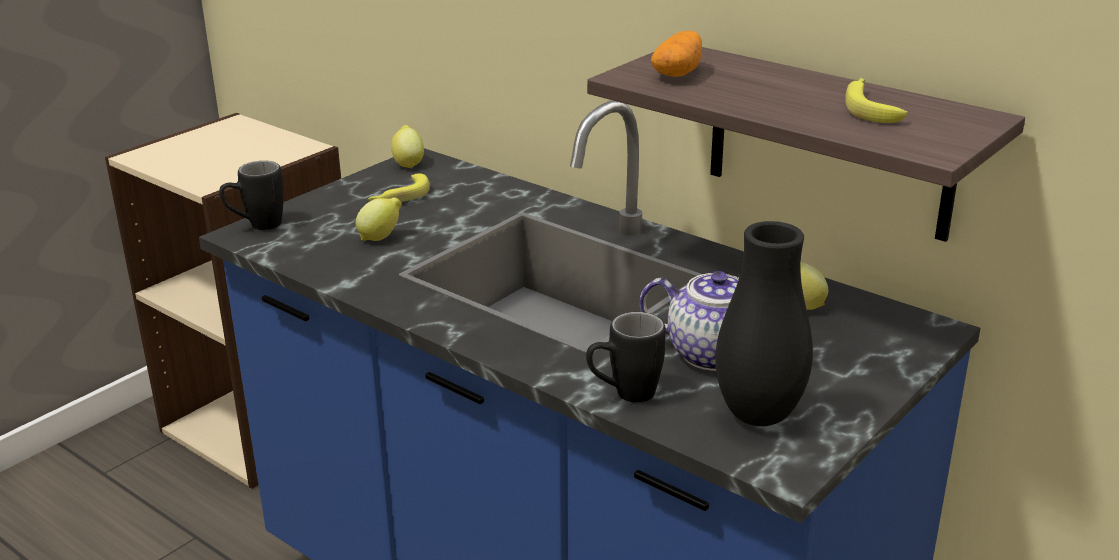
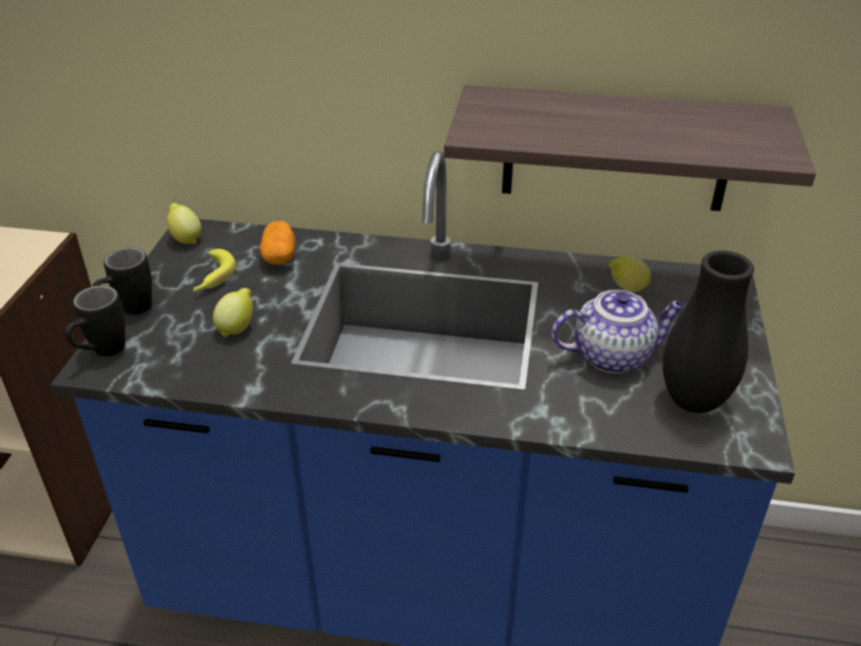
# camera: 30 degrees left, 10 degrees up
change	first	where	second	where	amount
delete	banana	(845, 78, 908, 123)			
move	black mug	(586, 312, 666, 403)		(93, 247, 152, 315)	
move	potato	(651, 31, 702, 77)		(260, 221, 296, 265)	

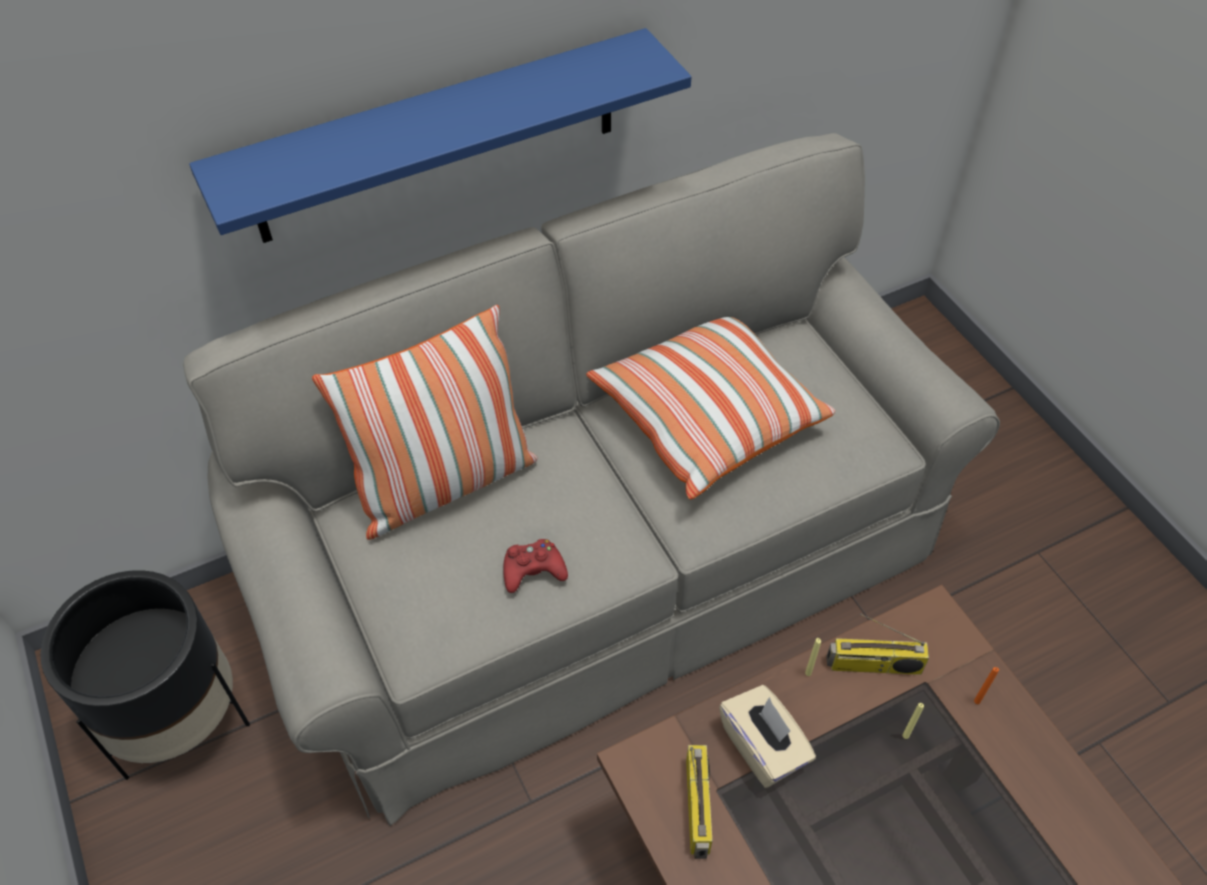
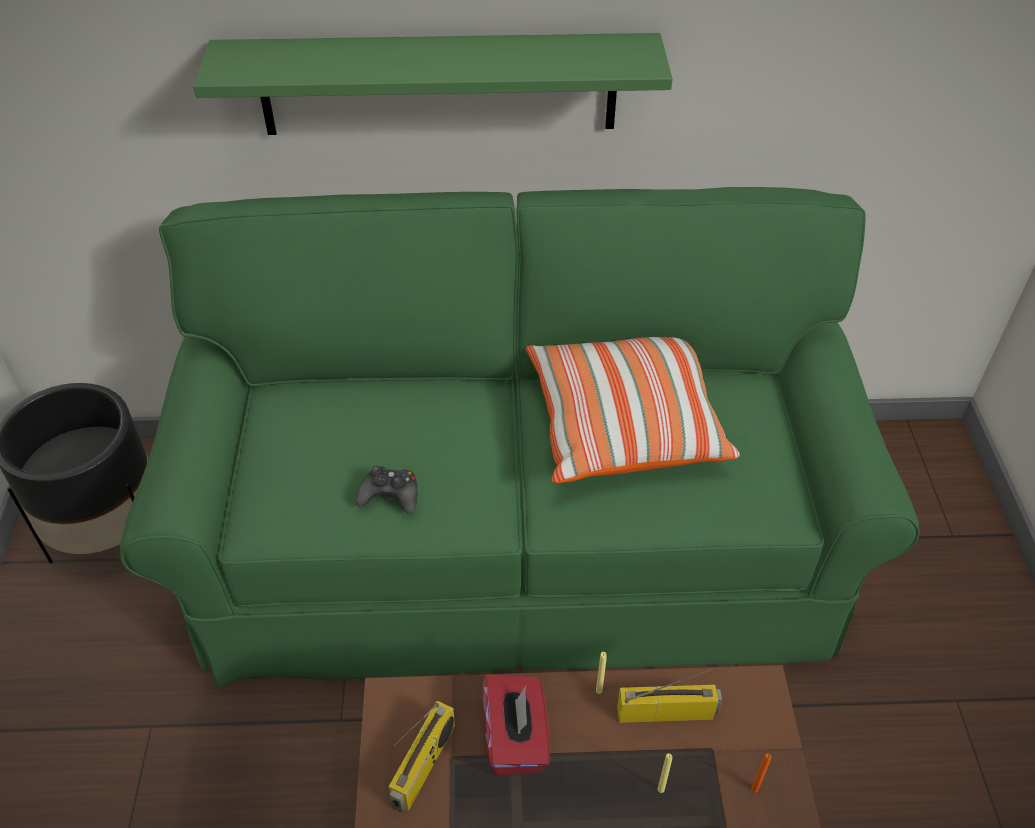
# camera: 25 degrees right, 5 degrees down
change	first	where	second	where	amount
delete	pillow	(312, 305, 538, 540)			
recolor	grey sofa	(183, 133, 1000, 826)	green sofa	(120, 187, 920, 687)	
recolor	blue shelf	(189, 28, 691, 243)	green shelf	(193, 33, 673, 135)	
recolor	red game controller	(503, 539, 568, 593)	black game controller	(356, 466, 417, 514)	
recolor	beige tissue box	(719, 685, 816, 788)	red tissue box	(483, 675, 550, 776)	
rotate	radio	(826, 613, 929, 675)		(617, 669, 722, 723)	150 degrees clockwise

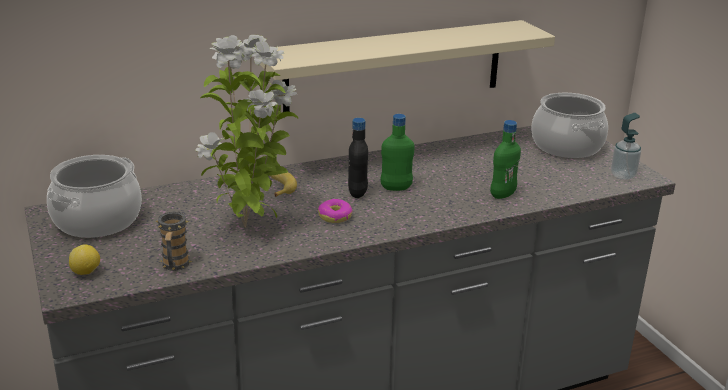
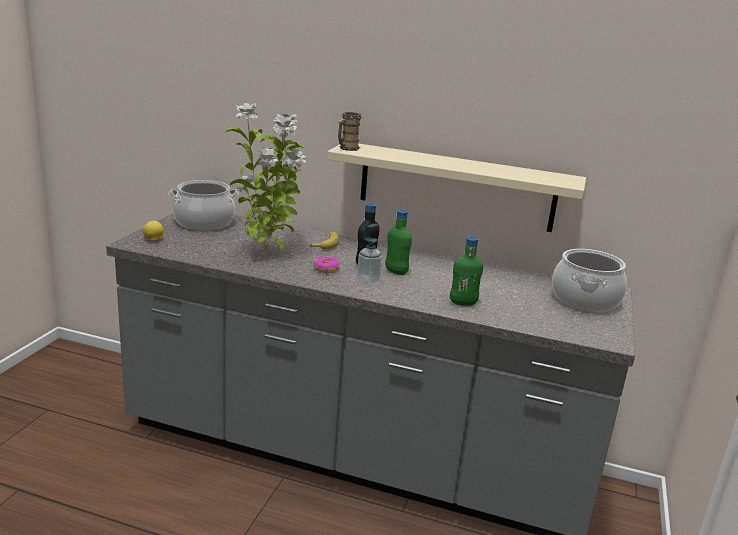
# camera: 40 degrees right, 5 degrees down
change	first	where	second	where	amount
move	mug	(155, 212, 192, 271)		(338, 112, 363, 151)	
move	soap dispenser	(611, 113, 641, 180)		(357, 224, 382, 283)	

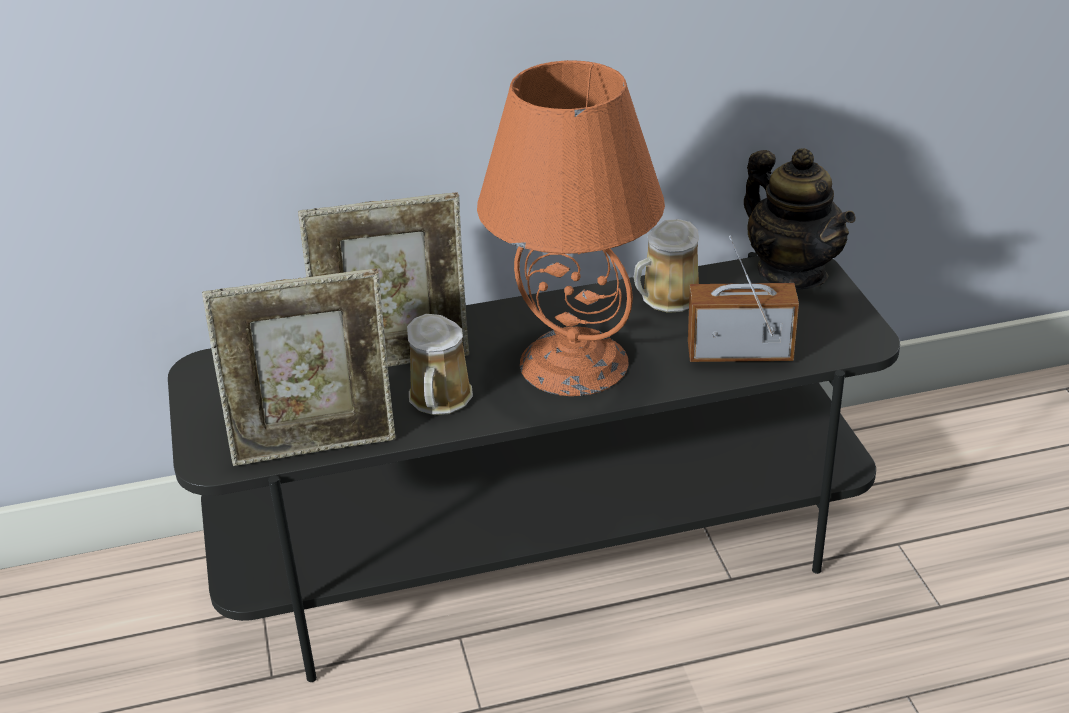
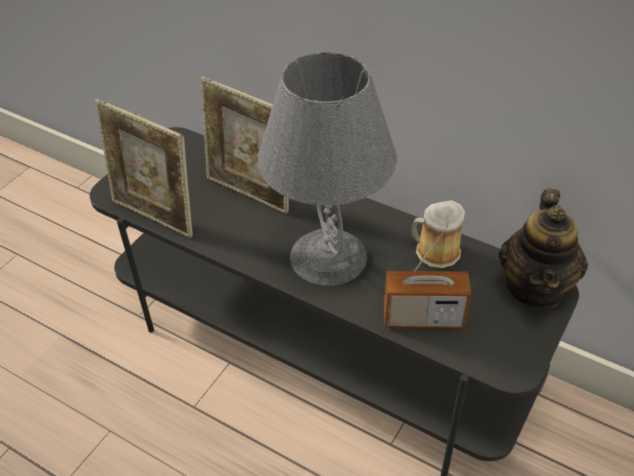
# camera: 45 degrees right, 10 degrees up
change	first	where	second	where	amount
delete	mug	(407, 314, 473, 415)			
recolor	orange table lamp	(477, 60, 665, 396)	grey table lamp	(257, 52, 397, 286)	
rotate	radio	(688, 236, 799, 362)		(384, 224, 471, 328)	135 degrees clockwise

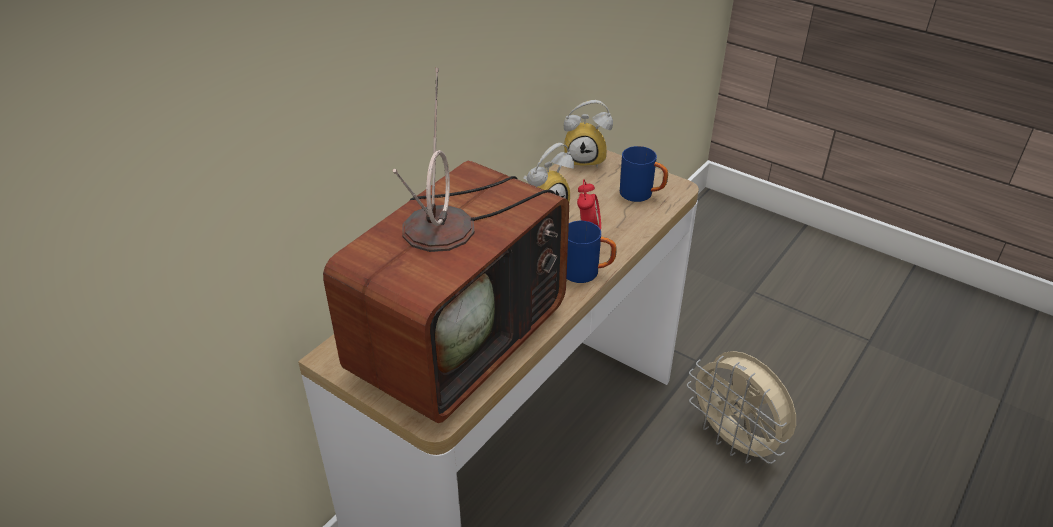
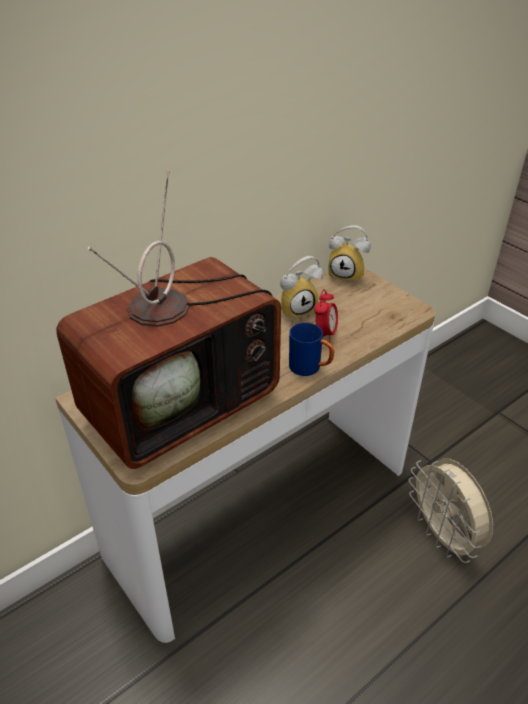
# camera: 15 degrees right, 0 degrees up
change	first	where	second	where	amount
delete	blue mug	(620, 146, 668, 202)			

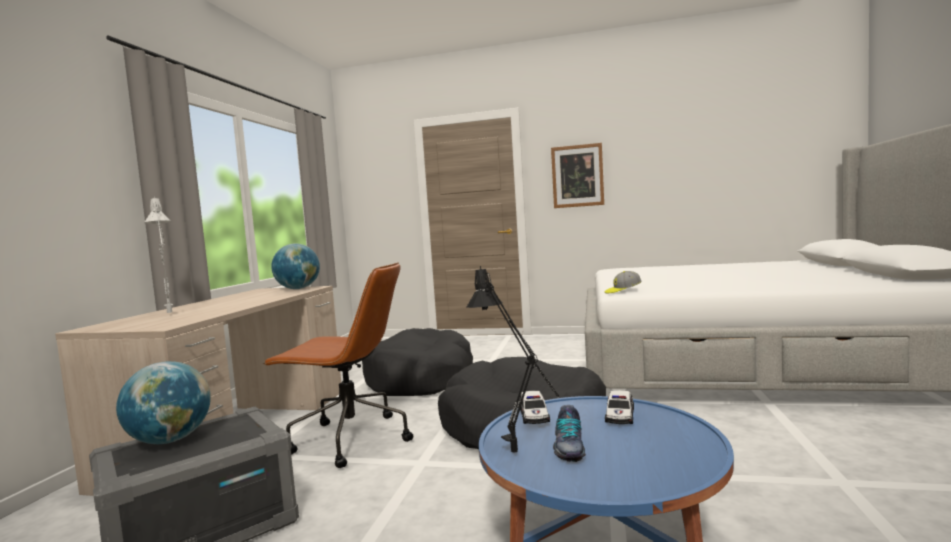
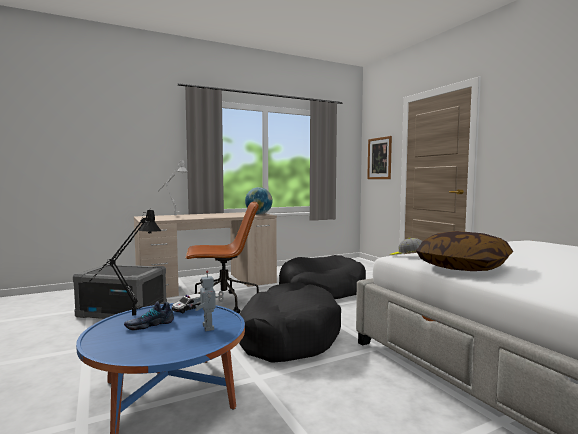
# camera: 50 degrees right, 0 degrees up
change	first	where	second	where	amount
delete	globe	(116, 361, 211, 444)			
insert			pillow	(416, 231, 513, 271)	
move	picture	(551, 143, 604, 208)		(367, 136, 392, 179)	
replace	toy car	(605, 390, 634, 424)	toy robot	(193, 271, 224, 331)	
rotate	brown office chair	(263, 262, 413, 468)		(186, 201, 259, 314)	75 degrees counterclockwise

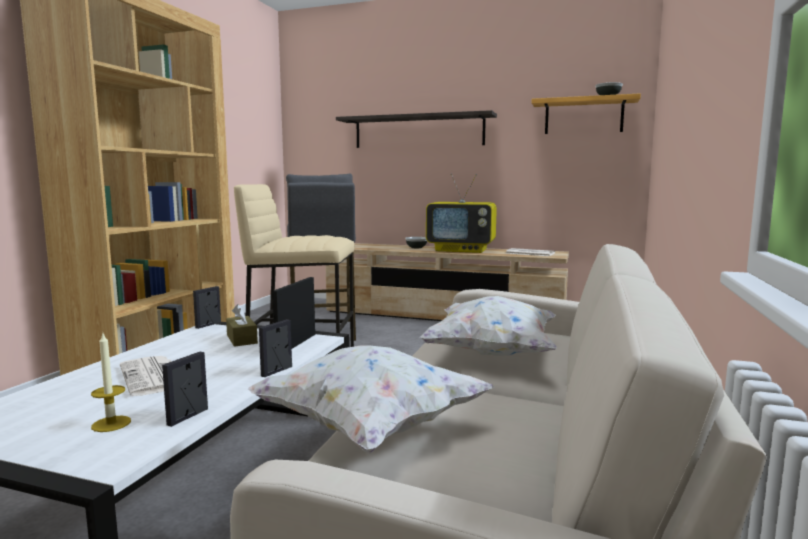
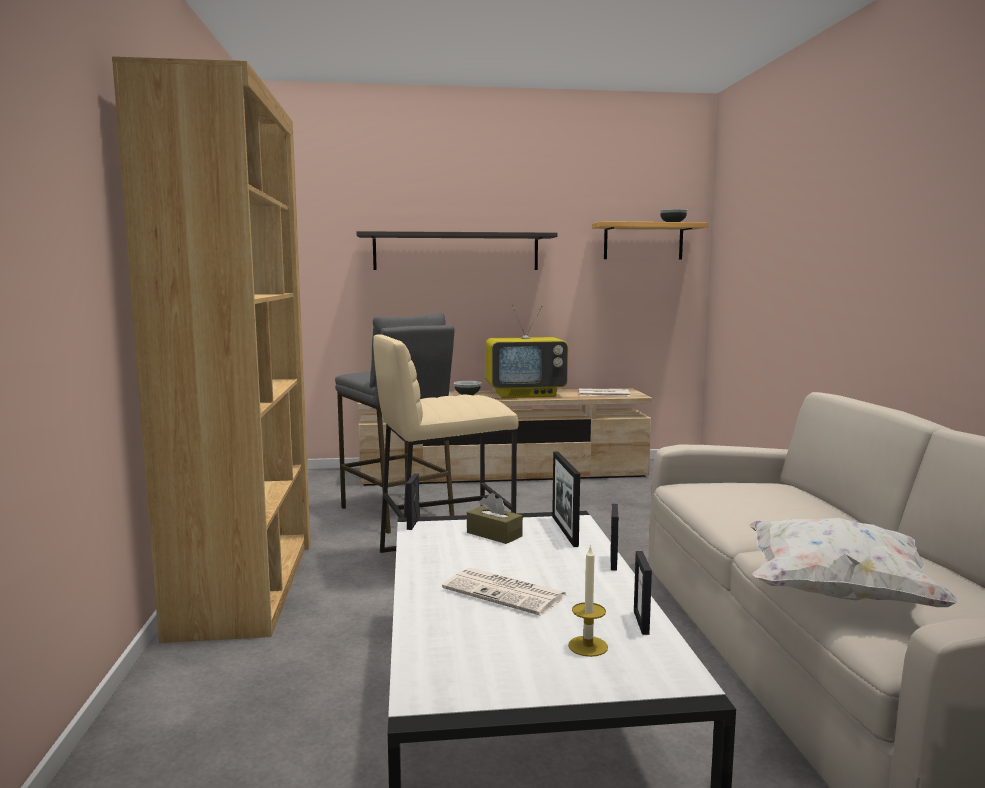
# camera: 25 degrees left, 0 degrees up
change	first	where	second	where	amount
delete	white pillow	(420, 296, 557, 356)			

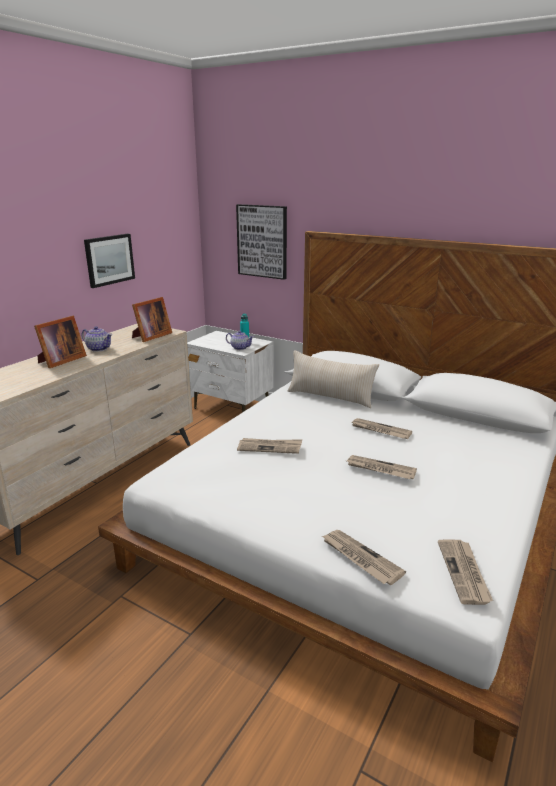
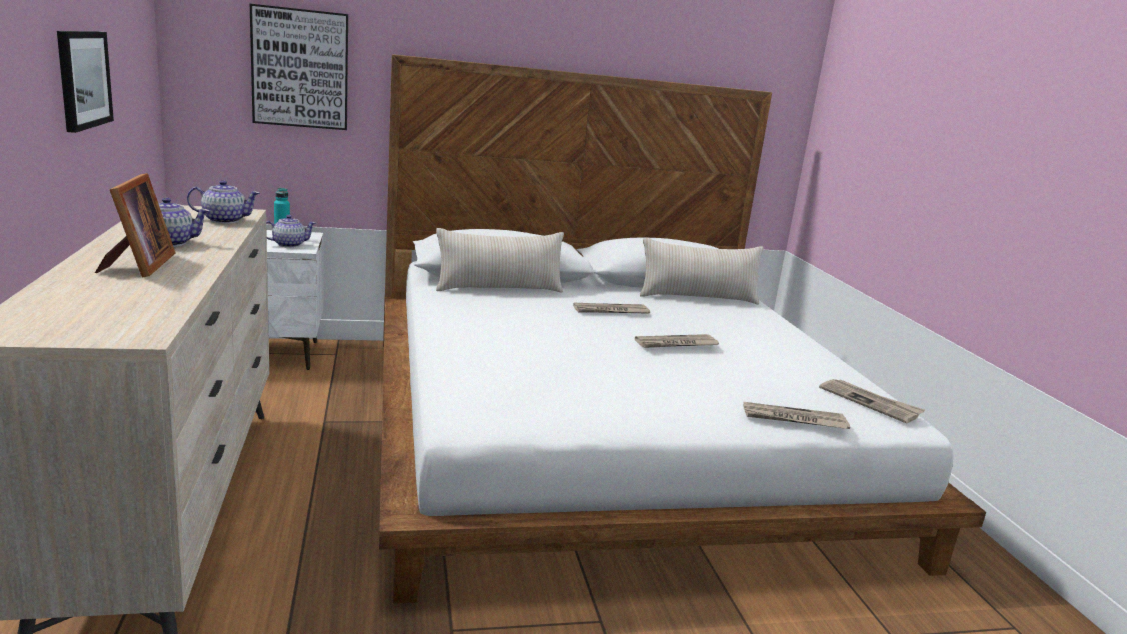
# camera: 45 degrees left, 5 degrees down
change	first	where	second	where	amount
delete	newspaper	(237, 438, 302, 454)			
insert			beige pillow	(640, 237, 764, 305)	
replace	picture frame	(132, 297, 172, 342)	teapot	(187, 180, 260, 224)	

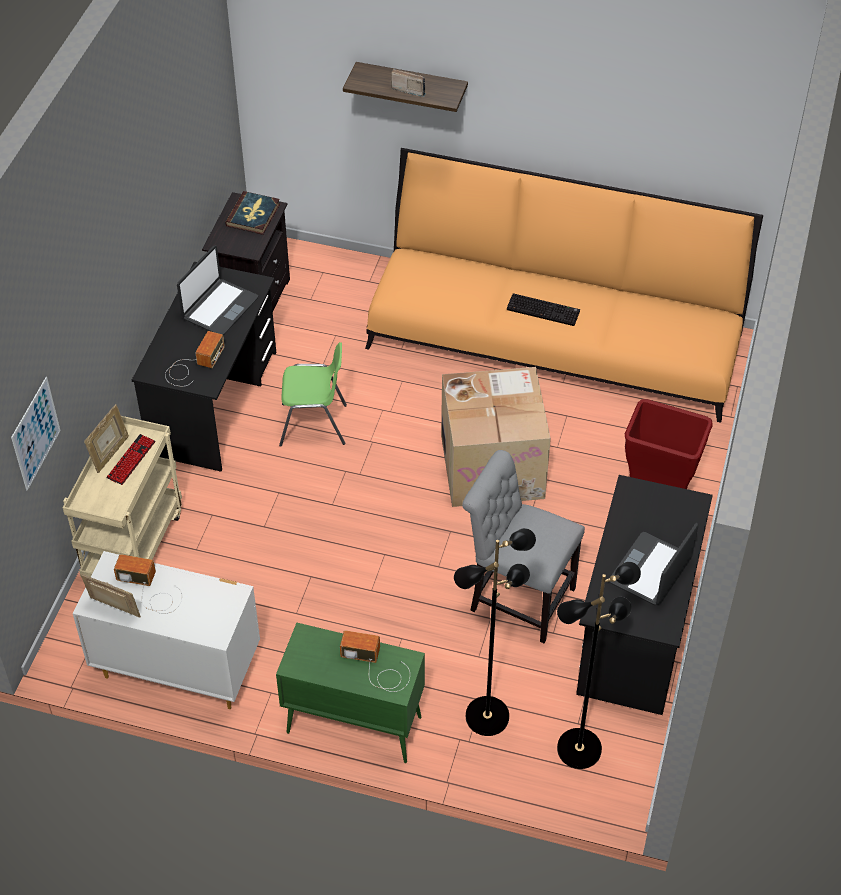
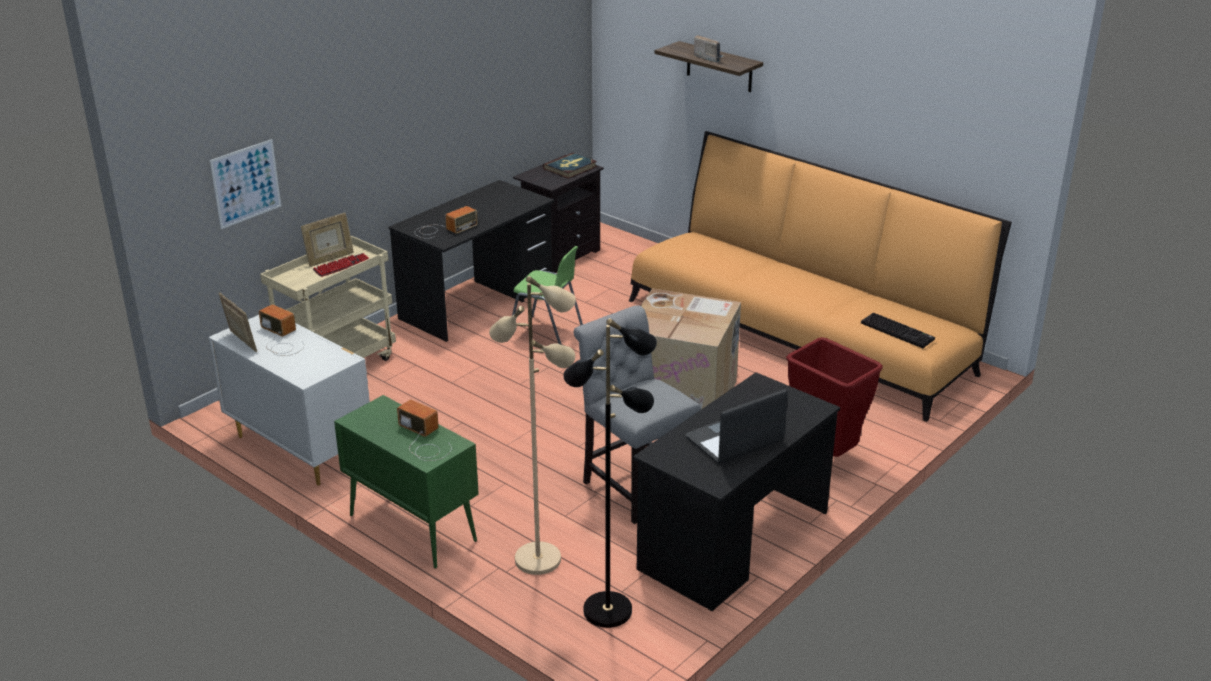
# camera: 25 degrees right, 20 degrees down
change	first	where	second	where	amount
delete	laptop	(177, 245, 258, 335)			
move	keyboard	(507, 293, 580, 326)		(861, 313, 935, 348)	
recolor	black floor lamp	(454, 528, 536, 736)	beige floor lamp	(489, 276, 576, 575)	

